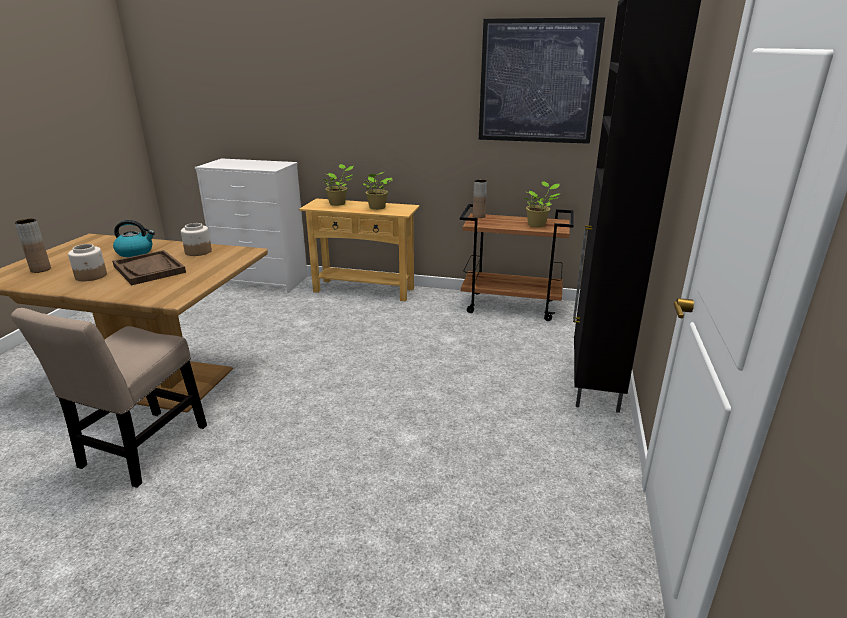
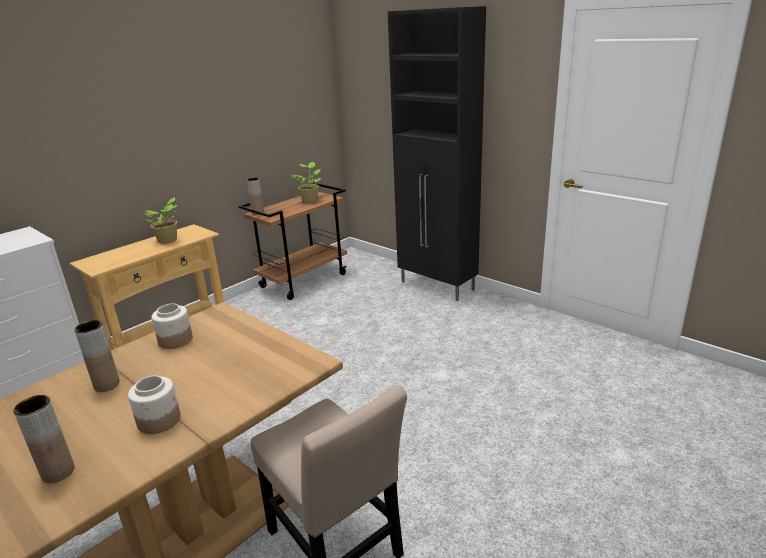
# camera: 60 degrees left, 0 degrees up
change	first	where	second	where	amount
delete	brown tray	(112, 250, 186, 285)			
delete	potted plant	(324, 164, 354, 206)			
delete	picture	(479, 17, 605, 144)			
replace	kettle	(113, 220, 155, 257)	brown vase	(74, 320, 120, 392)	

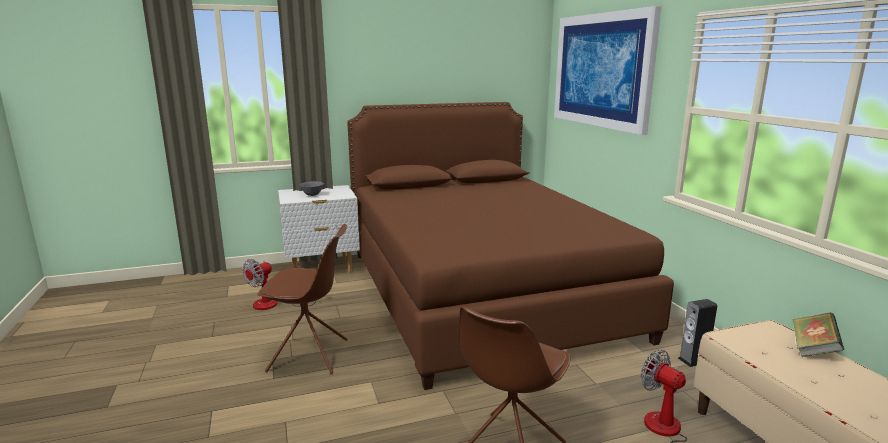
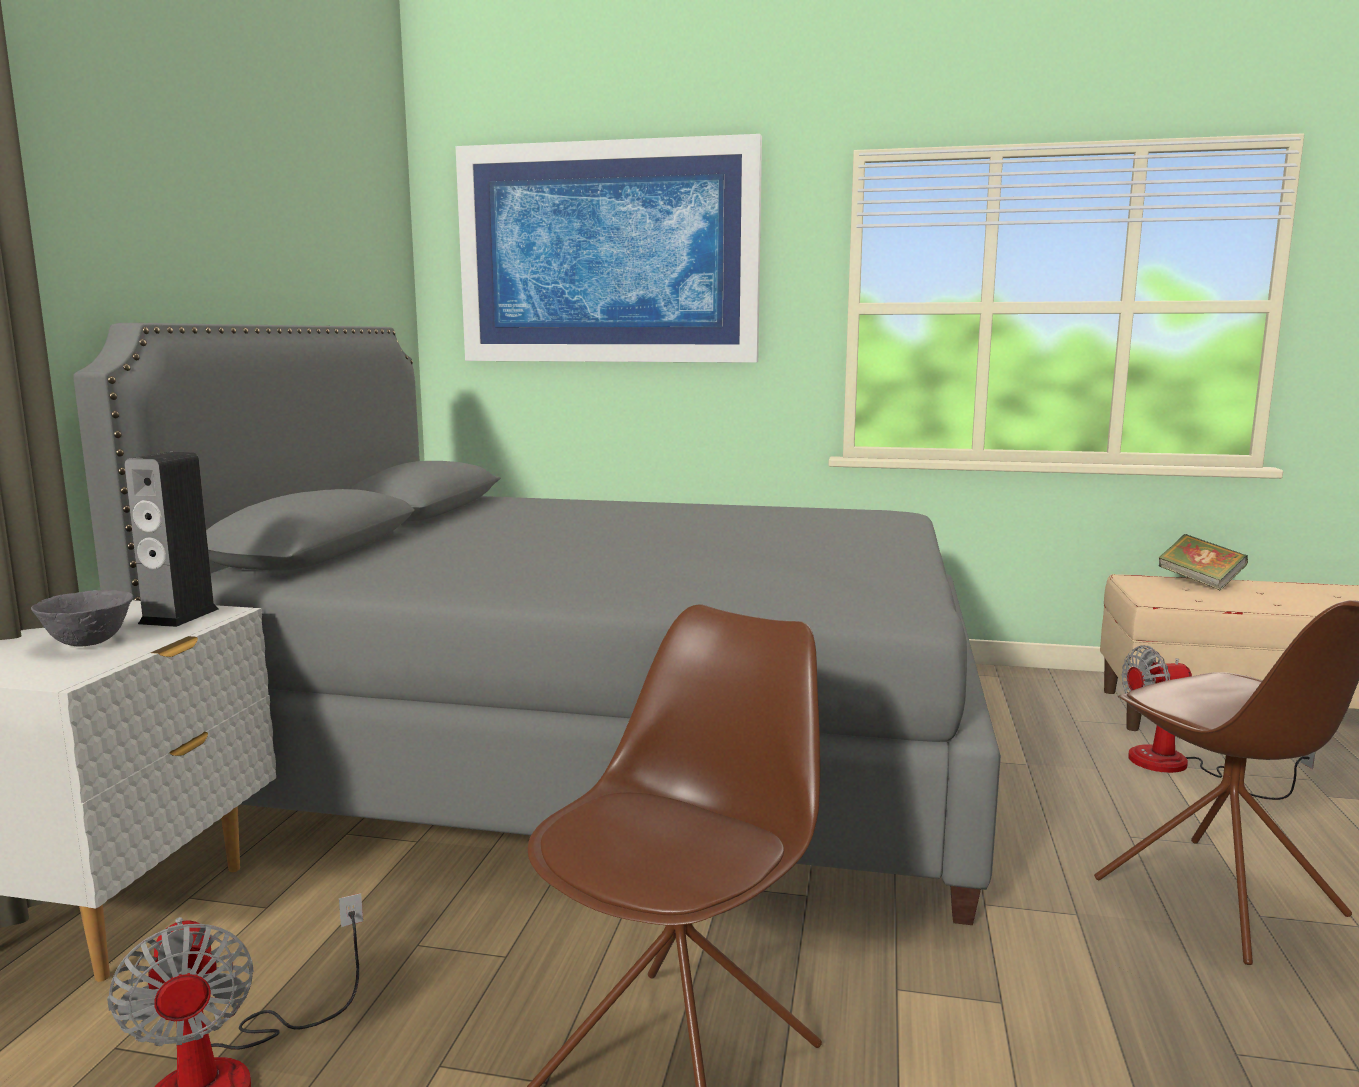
# camera: 60 degrees left, 5 degrees down
change	first	where	second	where	amount
move	speaker	(678, 299, 717, 367)		(124, 452, 219, 627)	
recolor	brown bed	(347, 102, 674, 390)	grey bed	(73, 323, 1001, 925)	

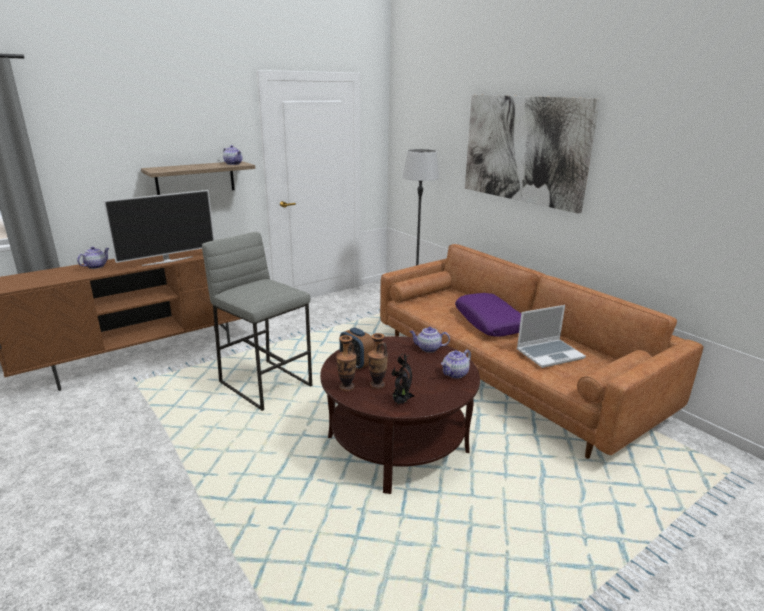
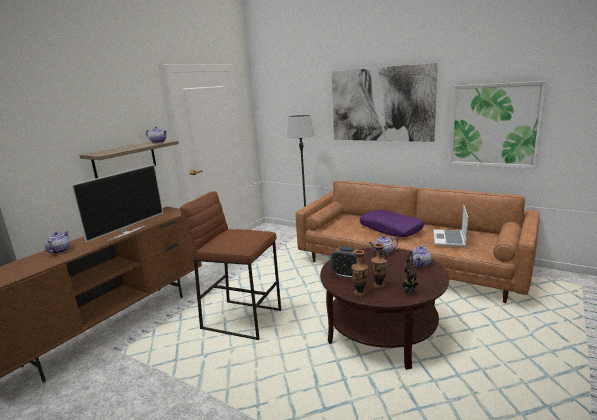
# camera: 20 degrees left, 5 degrees down
change	first	where	second	where	amount
insert			picture	(449, 81, 547, 169)	
recolor	grey stool	(202, 232, 312, 411)	brown stool	(180, 191, 281, 340)	
rotate	laptop	(517, 305, 586, 368)		(433, 205, 468, 247)	150 degrees clockwise

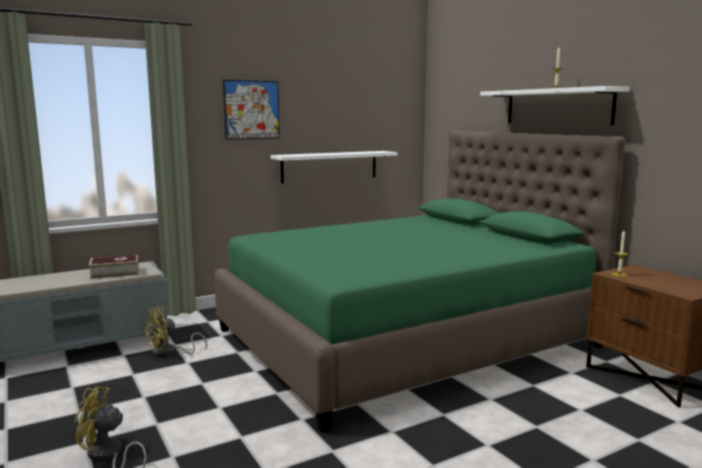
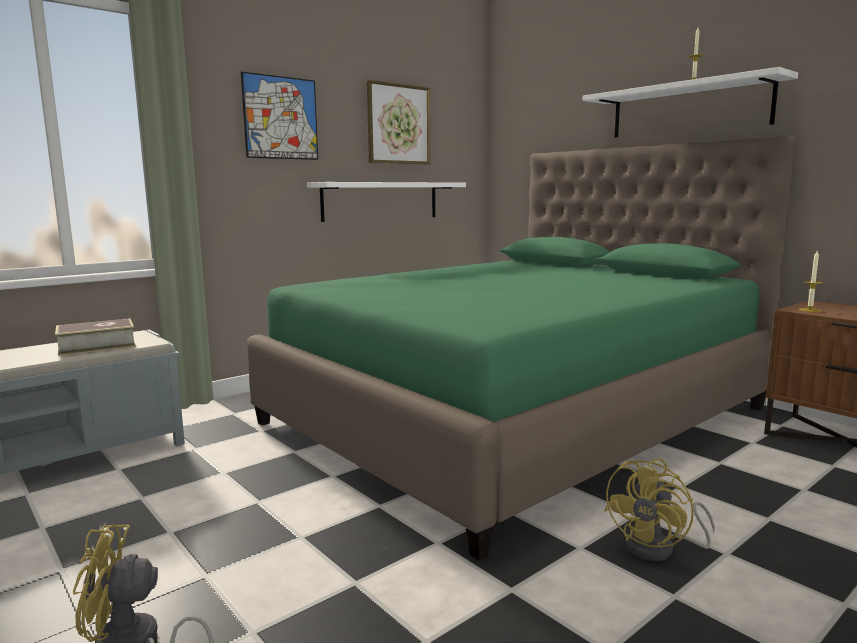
# camera: 10 degrees left, 0 degrees up
change	first	where	second	where	amount
insert			picture	(367, 80, 430, 164)	
move	yellow fan	(143, 306, 207, 357)		(604, 458, 715, 561)	

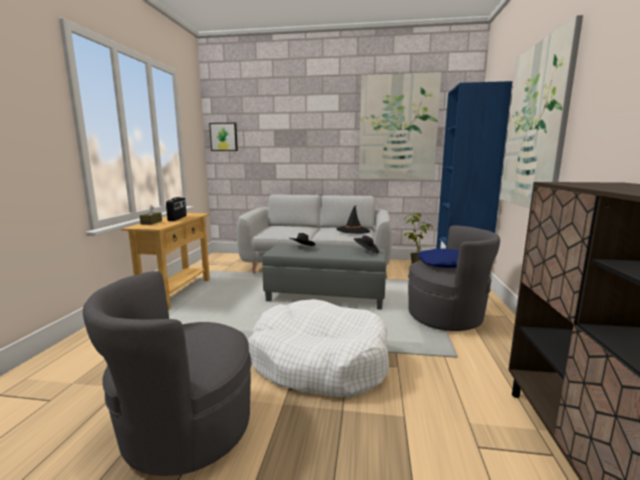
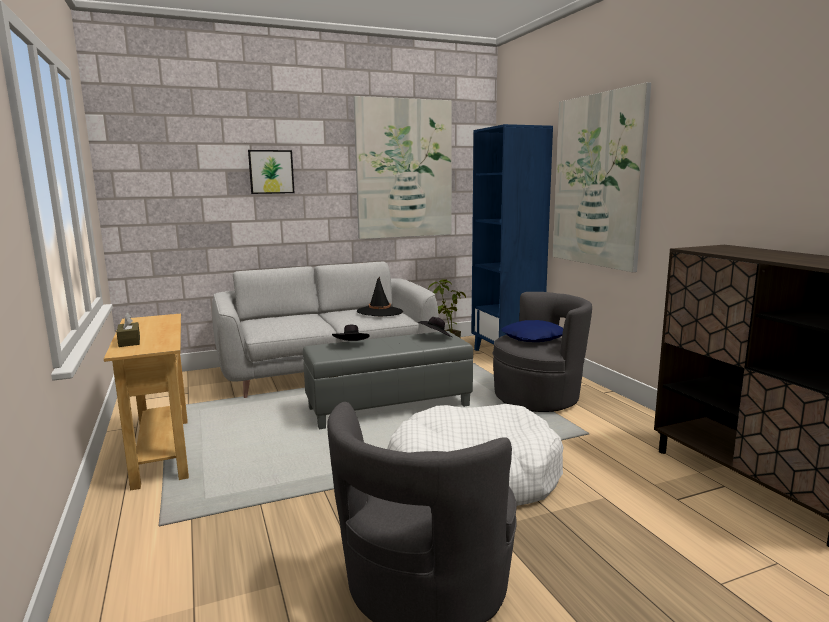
# camera: 30 degrees left, 0 degrees up
change	first	where	second	where	amount
delete	radio	(166, 197, 187, 221)			
move	picture	(209, 123, 238, 151)		(248, 150, 295, 194)	

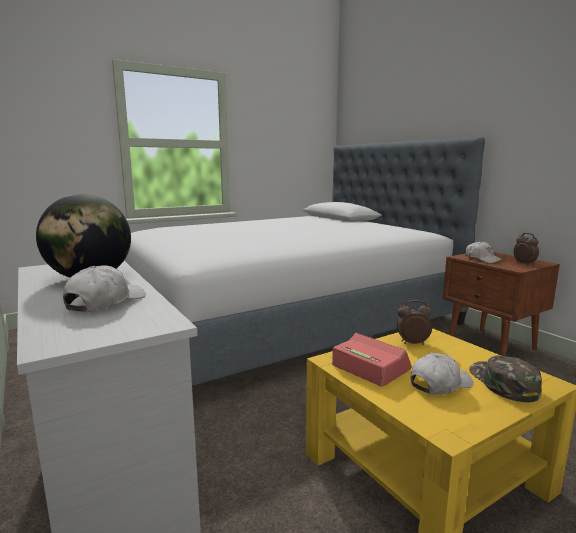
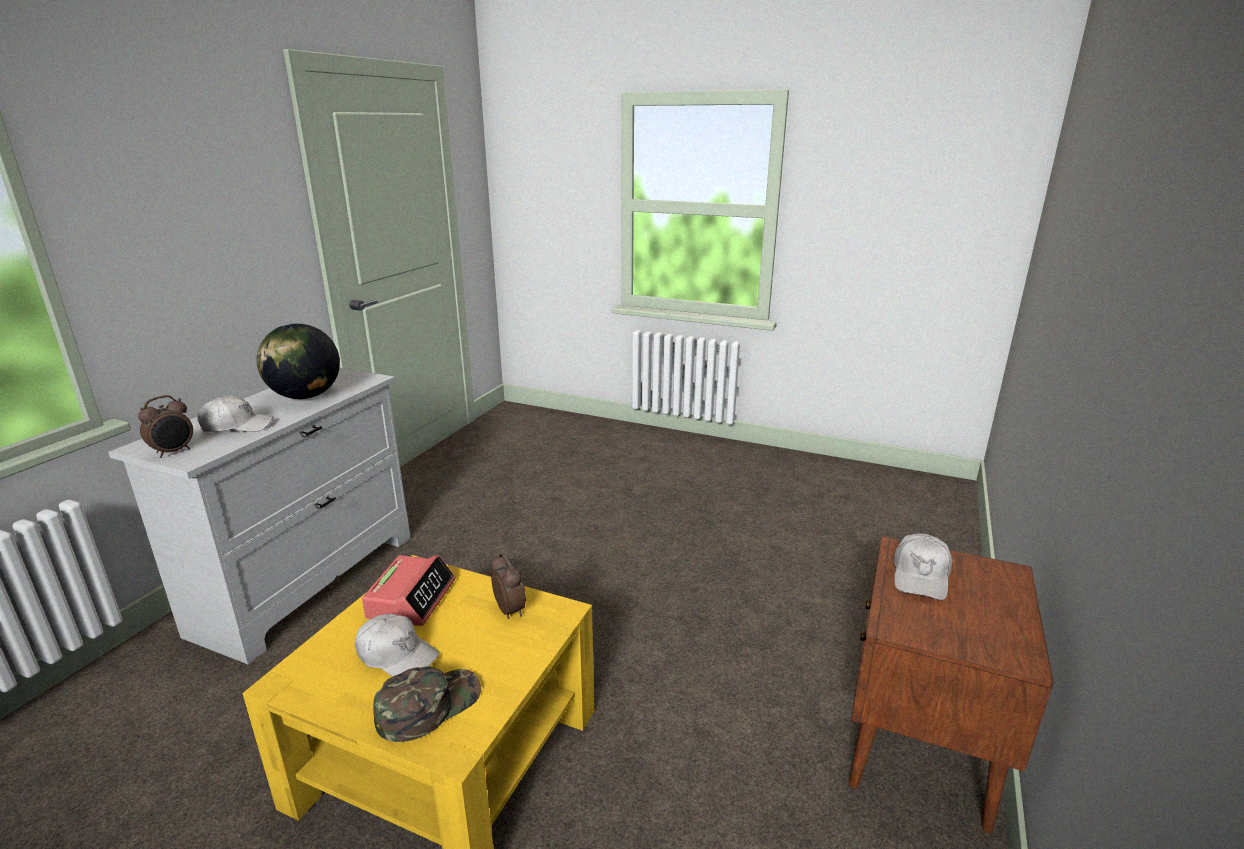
# camera: 55 degrees right, 10 degrees up
change	first	where	second	where	amount
delete	bed	(124, 137, 485, 386)			
move	alarm clock	(514, 233, 539, 266)		(138, 395, 193, 458)	

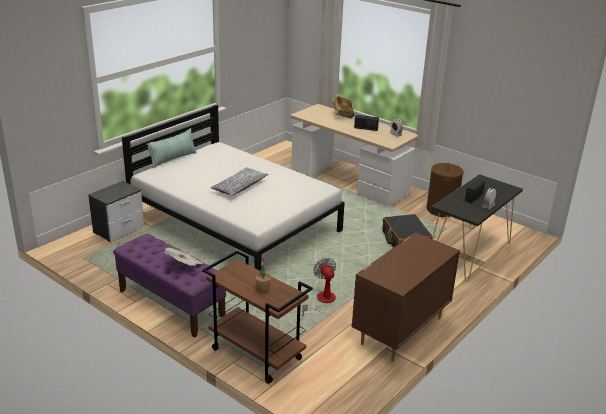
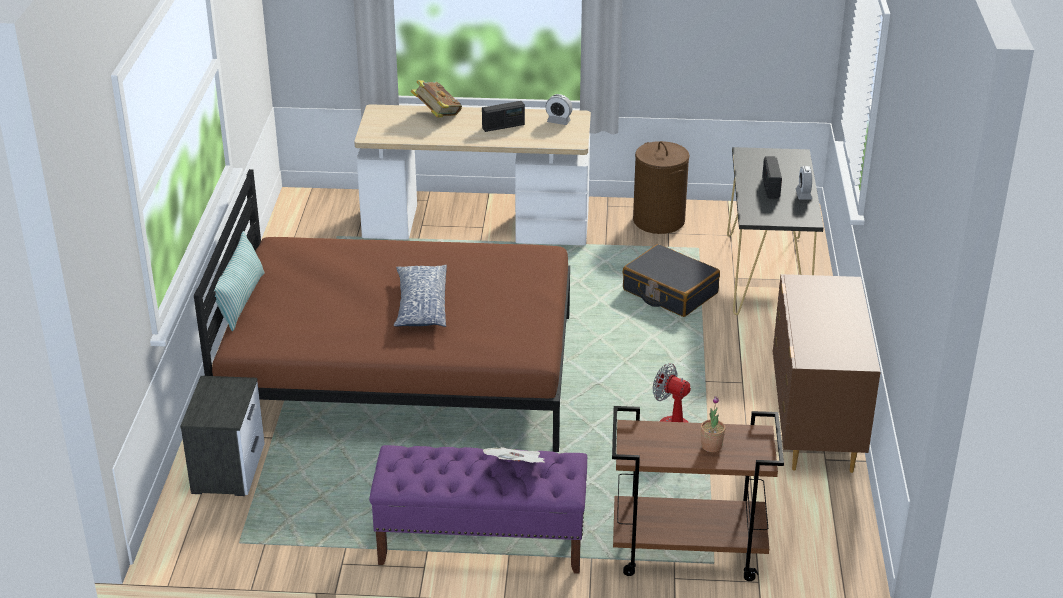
# camera: 35 degrees left, 5 degrees up
change	first	where	second	where	amount
recolor	white bed	(122, 105, 345, 270)	brown bed	(194, 169, 570, 452)	

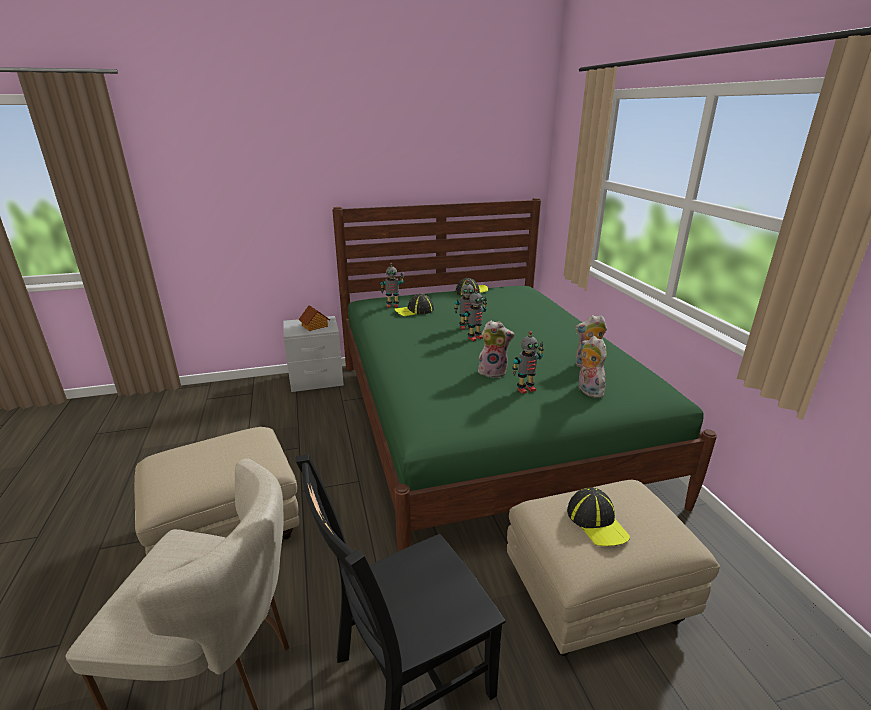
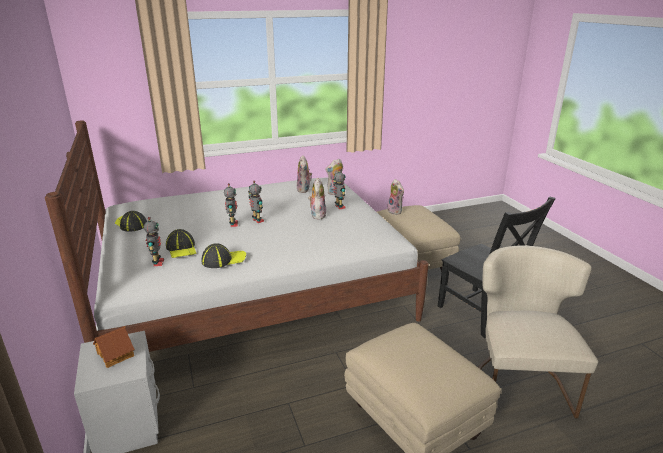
# camera: 95 degrees left, 0 degrees up
change	first	where	second	where	amount
insert			plush toy	(387, 179, 404, 215)	
move	cap	(567, 487, 630, 546)		(201, 243, 246, 268)	
recolor	green bed	(332, 198, 717, 551)	white bed	(45, 120, 428, 352)	

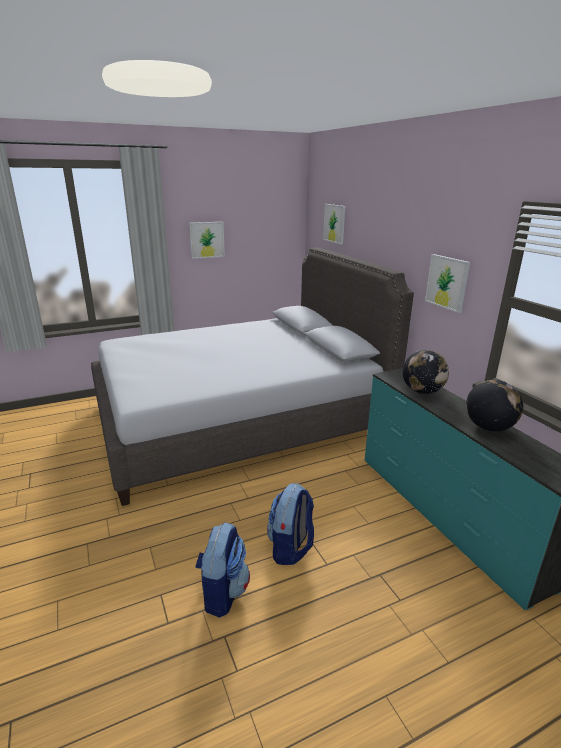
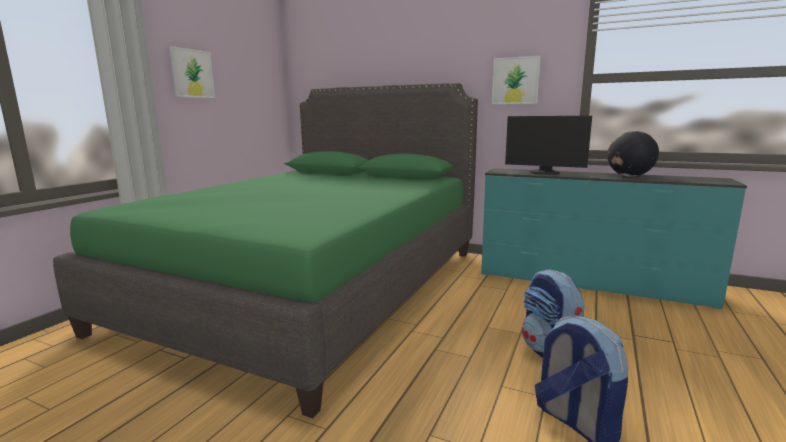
# camera: 40 degrees left, 10 degrees down
change	first	where	second	where	amount
delete	picture	(323, 204, 345, 244)			
replace	globe	(403, 350, 449, 394)	monitor	(505, 116, 592, 175)	
recolor	grey bed	(91, 247, 414, 506)	green bed	(53, 83, 478, 418)	

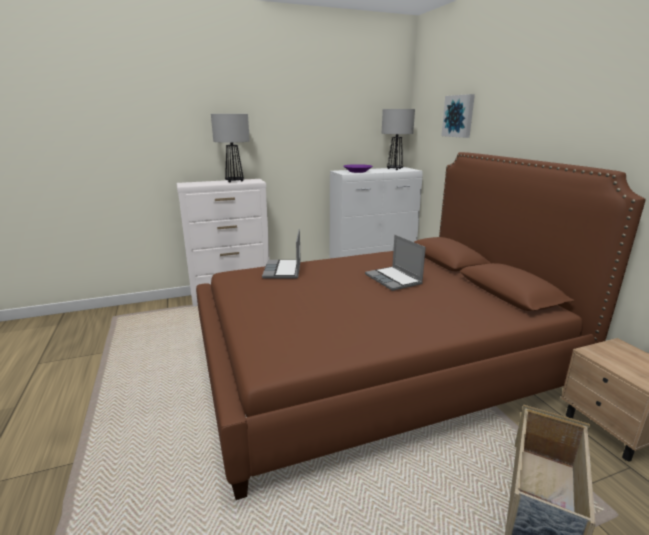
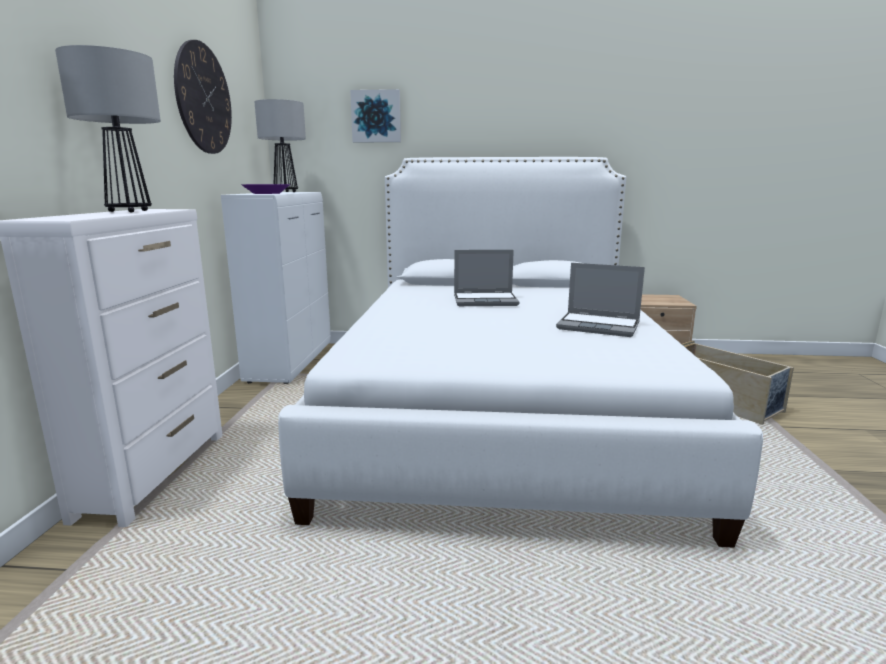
# camera: 65 degrees left, 5 degrees down
change	first	where	second	where	amount
insert			wall clock	(174, 40, 232, 154)	
move	laptop	(262, 229, 301, 279)		(556, 263, 645, 337)	
recolor	brown bed	(196, 152, 646, 500)	white bed	(278, 157, 763, 548)	

